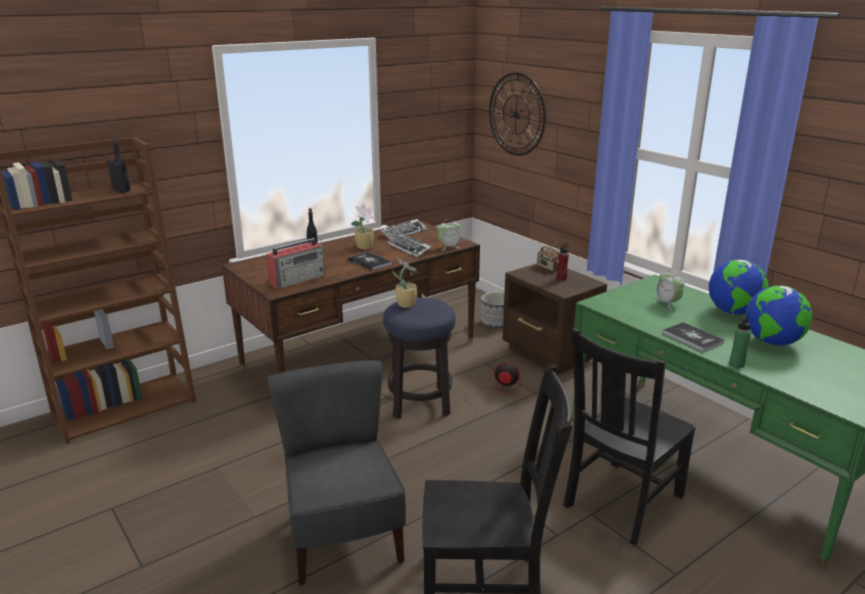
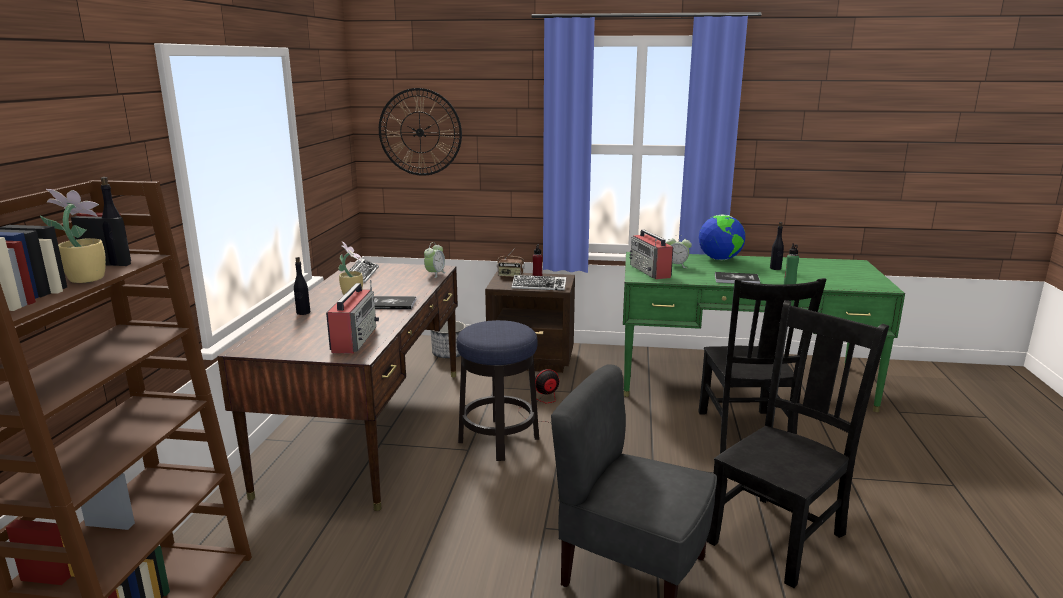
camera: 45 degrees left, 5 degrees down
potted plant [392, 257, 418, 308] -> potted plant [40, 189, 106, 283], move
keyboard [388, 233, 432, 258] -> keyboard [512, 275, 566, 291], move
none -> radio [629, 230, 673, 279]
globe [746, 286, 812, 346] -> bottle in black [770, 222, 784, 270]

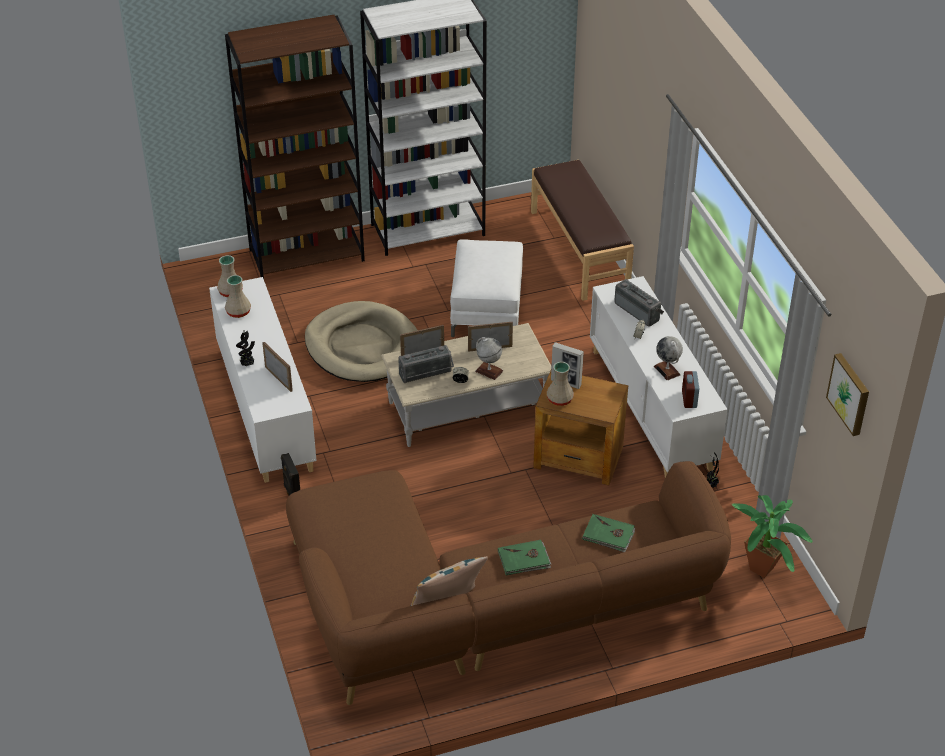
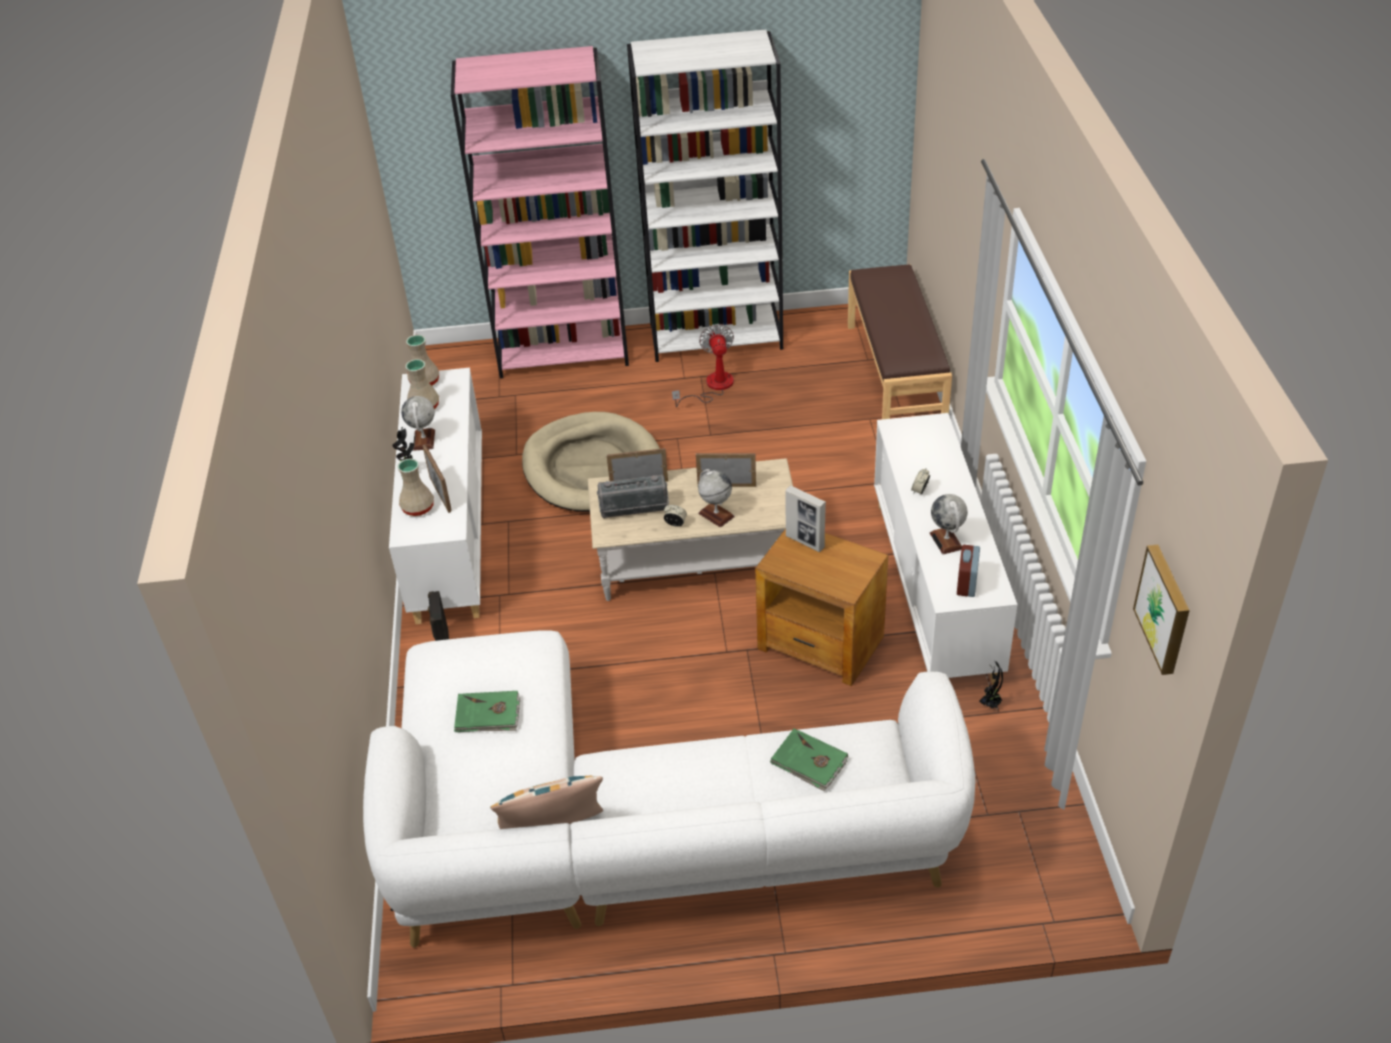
camera: 15 degrees right, 0 degrees up
sofa in brown [286, 461, 731, 705] -> sofa in white [363, 630, 975, 947]
vase in beige [547, 362, 574, 406] -> vase in beige [397, 458, 434, 516], move
none -> globe [401, 396, 435, 451]
bookcase in brown [225, 15, 365, 279] -> bookcase in pink [451, 46, 629, 379]
book in green [498, 540, 551, 575] -> book in green [454, 691, 520, 732], move
none -> fan [672, 324, 734, 407]
ottoman in white [450, 239, 523, 337] -> none
radio [614, 279, 664, 327] -> none
potted plant [731, 495, 813, 578] -> none

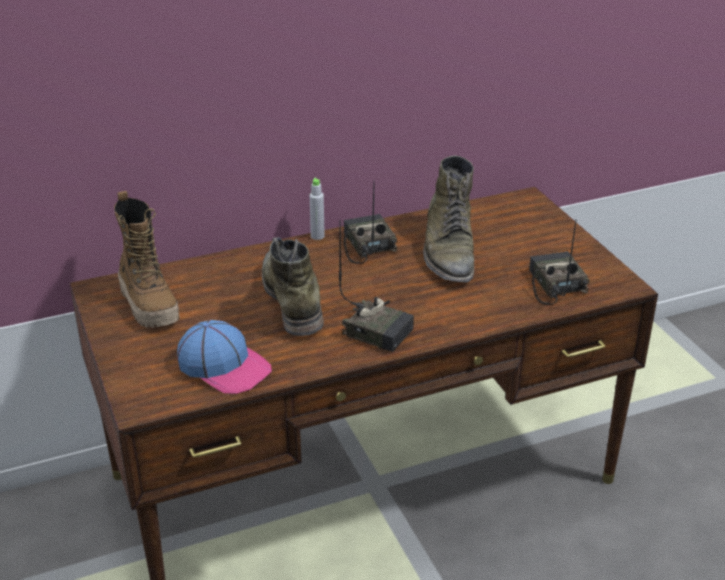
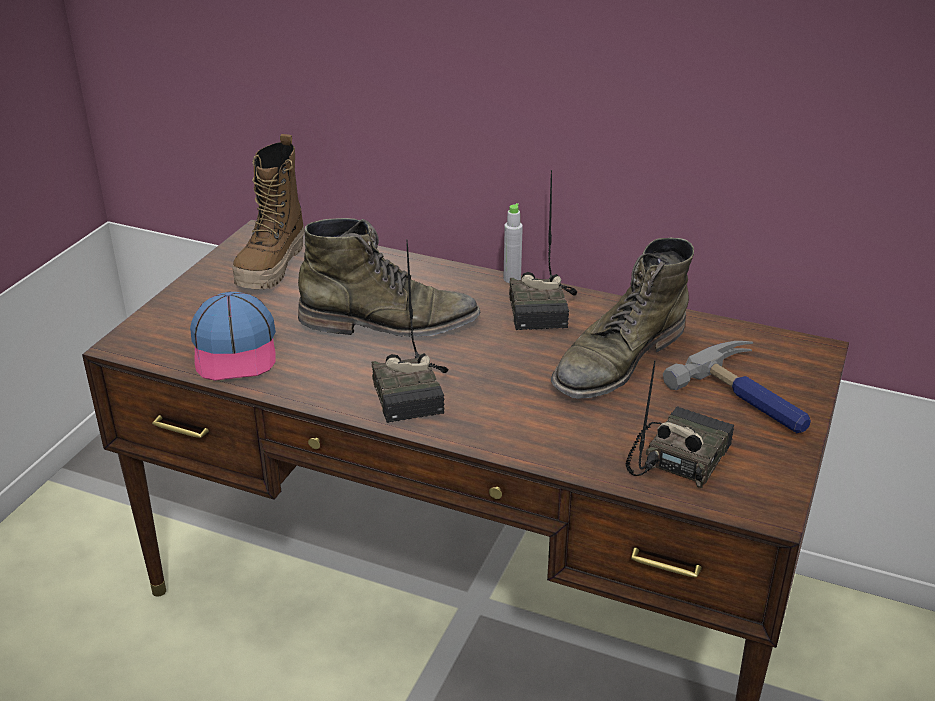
camera: 45 degrees right, 0 degrees up
boot in green [262, 237, 324, 336] -> boot in green [298, 218, 480, 337], 60 degrees clockwise
radio [344, 180, 397, 264] -> radio [509, 170, 577, 330], 150 degrees clockwise
none -> hammer [663, 341, 811, 433]

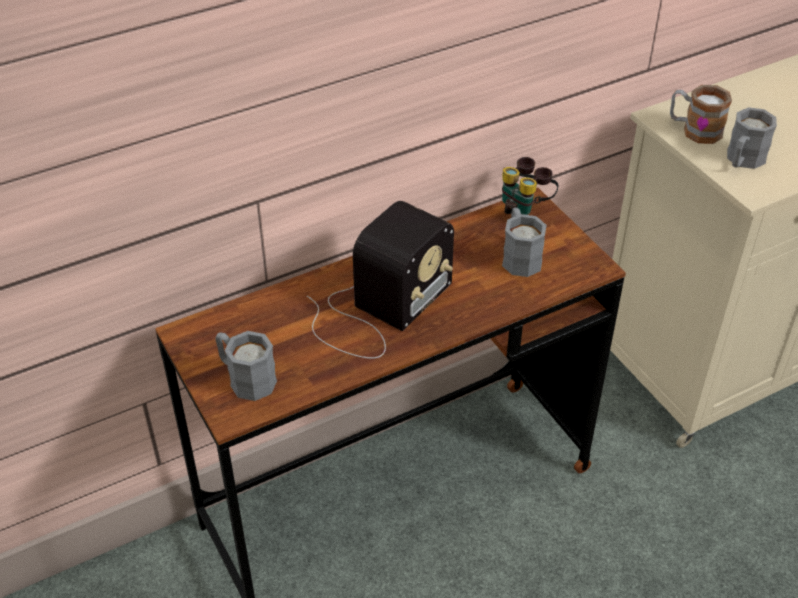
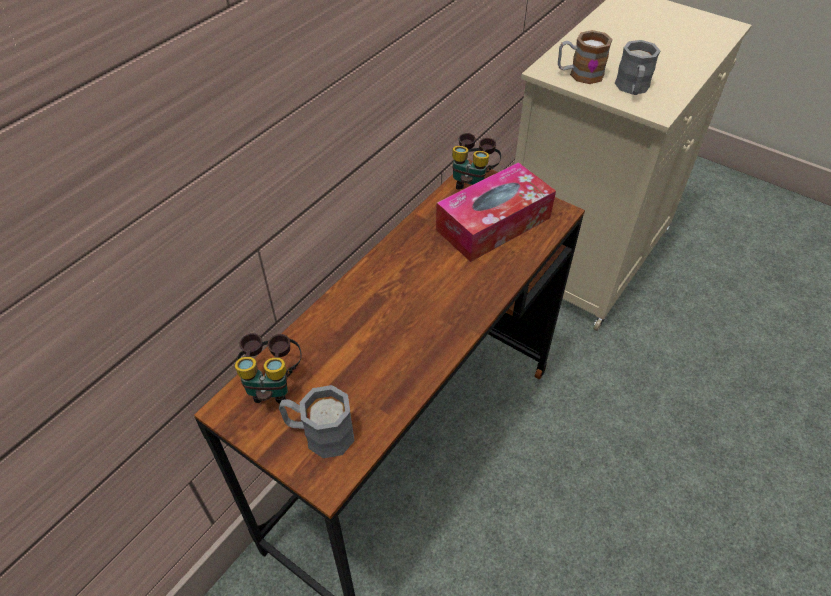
camera: 25 degrees left, 5 degrees up
none -> binoculars [235, 333, 302, 404]
mug in grey [502, 208, 547, 277] -> tissue box [436, 162, 556, 262]
radio [307, 201, 454, 359] -> none

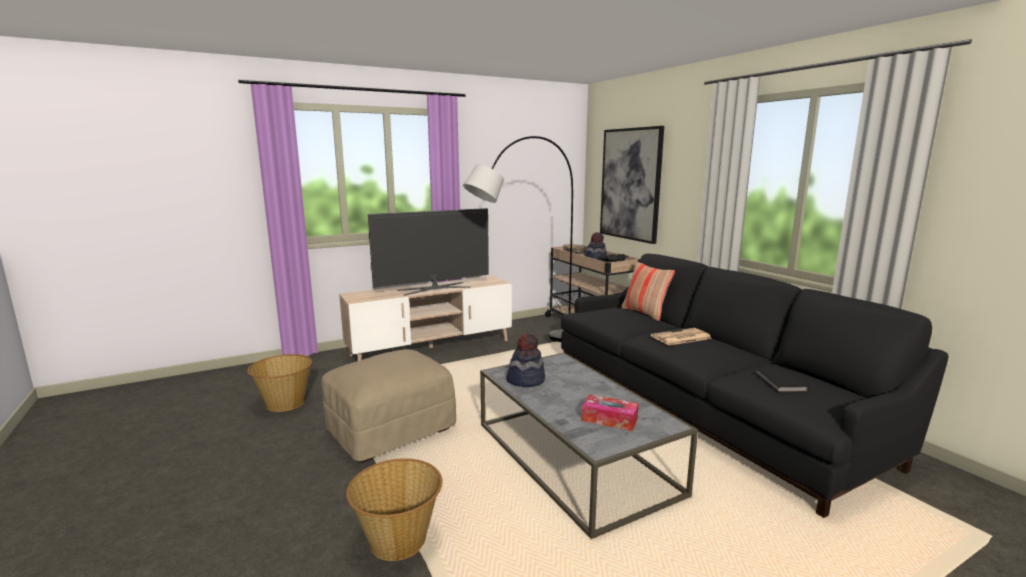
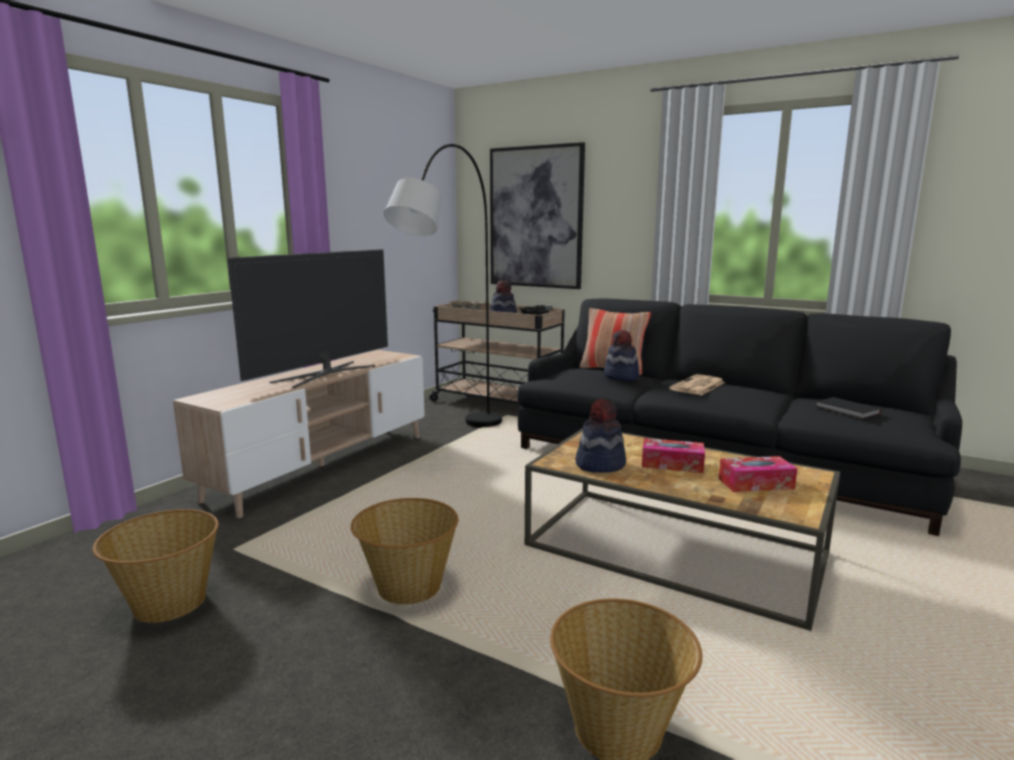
camera: 30 degrees left, 0 degrees up
ottoman in beige [321, 349, 456, 462] -> basket [351, 498, 458, 604]
coffee table in grey [480, 353, 698, 539] -> coffee table in brown [525, 428, 840, 631]
none -> hat [604, 330, 639, 381]
none -> tissue box [642, 438, 705, 473]

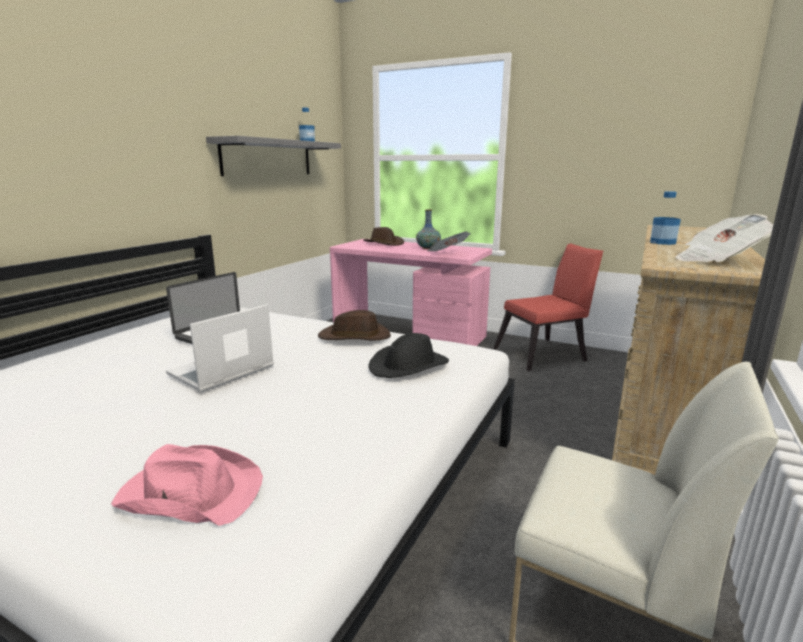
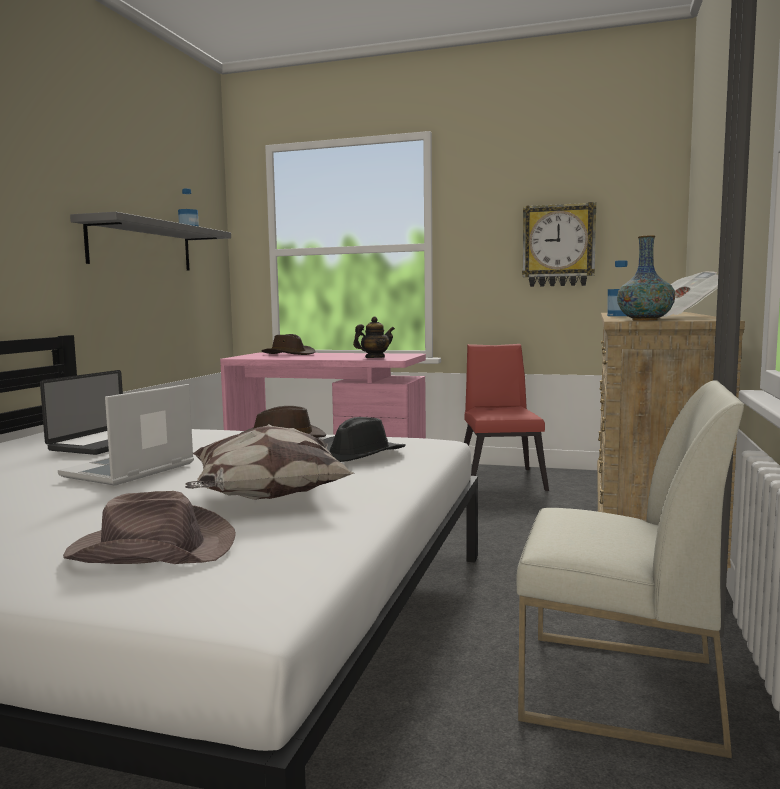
camera: 10 degrees left, 10 degrees down
hat in pink [111, 444, 263, 526] -> hat in brown [63, 491, 236, 564]
none -> pillow [185, 424, 356, 500]
newspaper [427, 231, 470, 252] -> teapot [353, 317, 395, 358]
chair in red [493, 244, 603, 371] -> chair in red [464, 344, 549, 491], 60 degrees counterclockwise
none -> wall clock [522, 202, 596, 287]
vase [416, 210, 441, 249] -> vase [617, 235, 675, 321], move

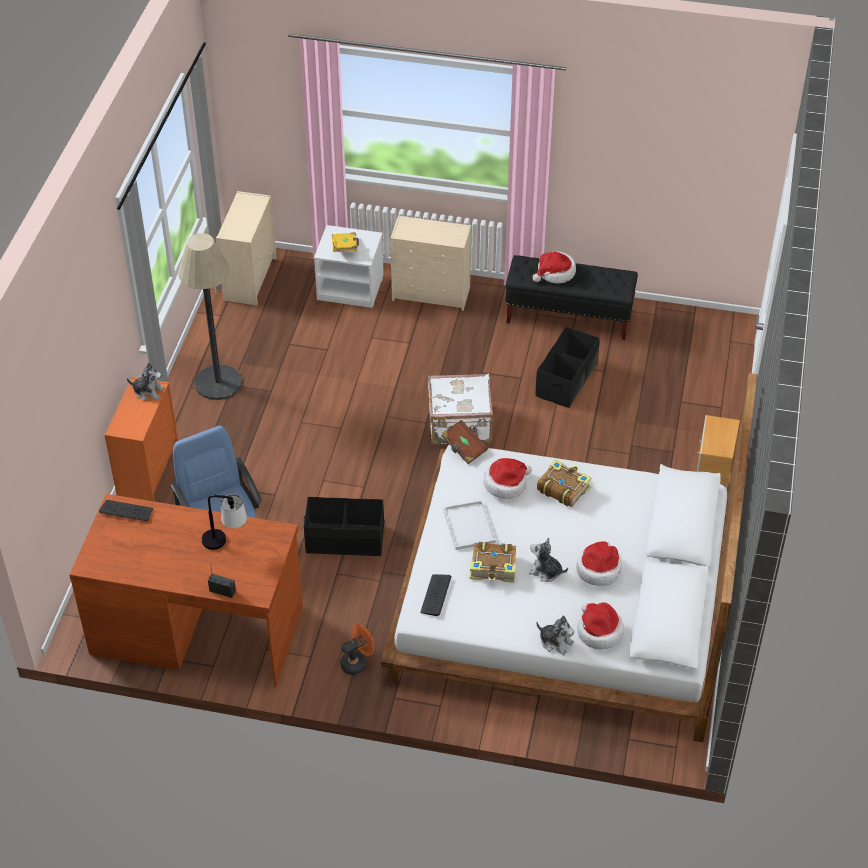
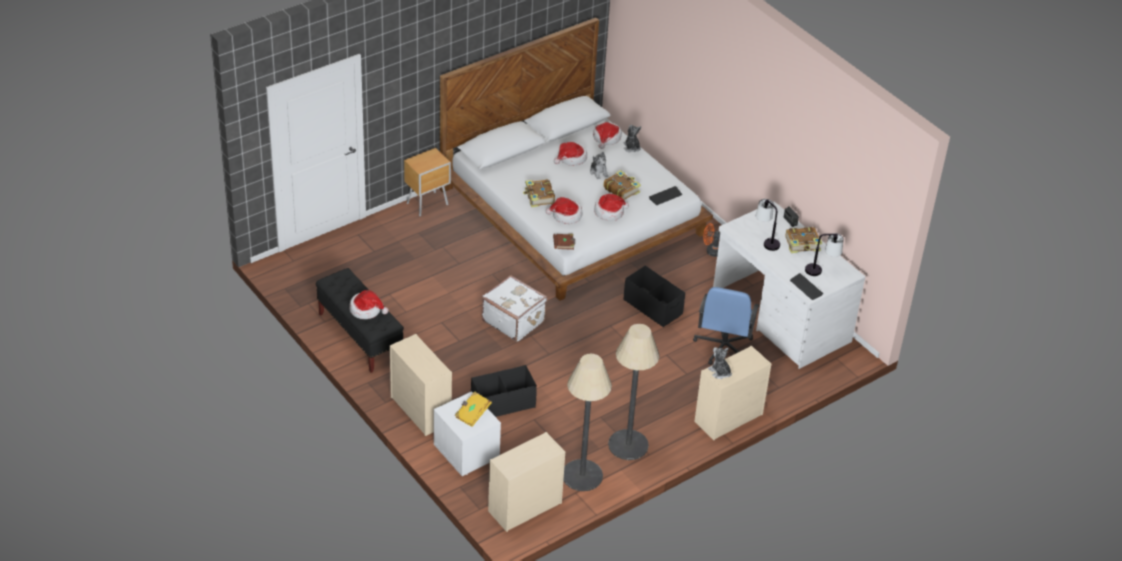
camera: 140 degrees left, 5 degrees down
storage box in black [535, 327, 600, 408] -> storage box in black [471, 365, 537, 417], move
none -> floor lamp [563, 354, 612, 491]
tray in white [443, 500, 496, 550] -> hat [594, 194, 629, 221]
dresser in orange [104, 377, 178, 502] -> dresser in beige [694, 346, 771, 440]
desk in brown [69, 494, 303, 687] -> desk in white [713, 202, 866, 369]
none -> book [785, 227, 822, 253]
none -> table lamp [805, 233, 843, 276]

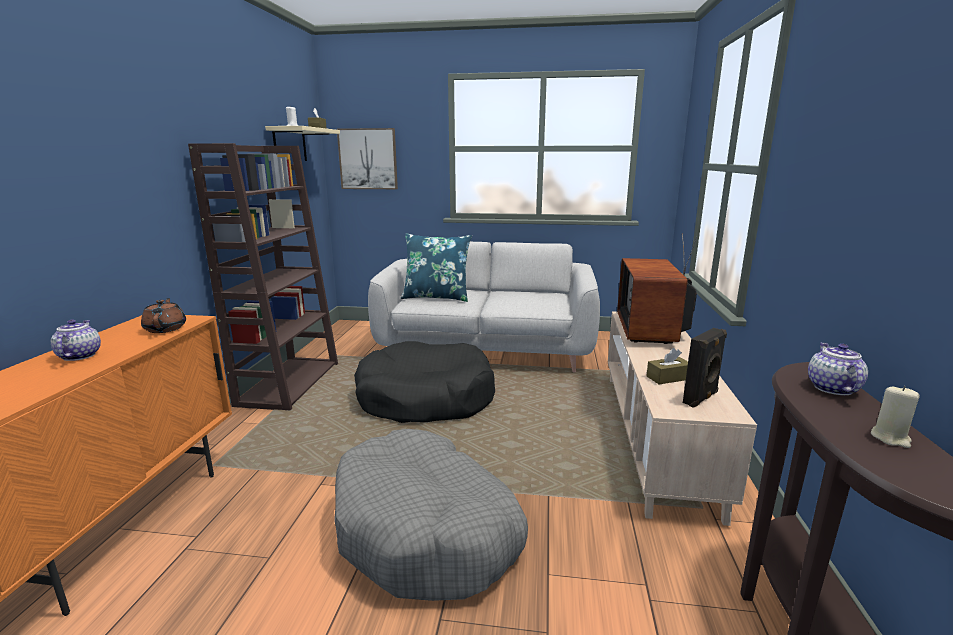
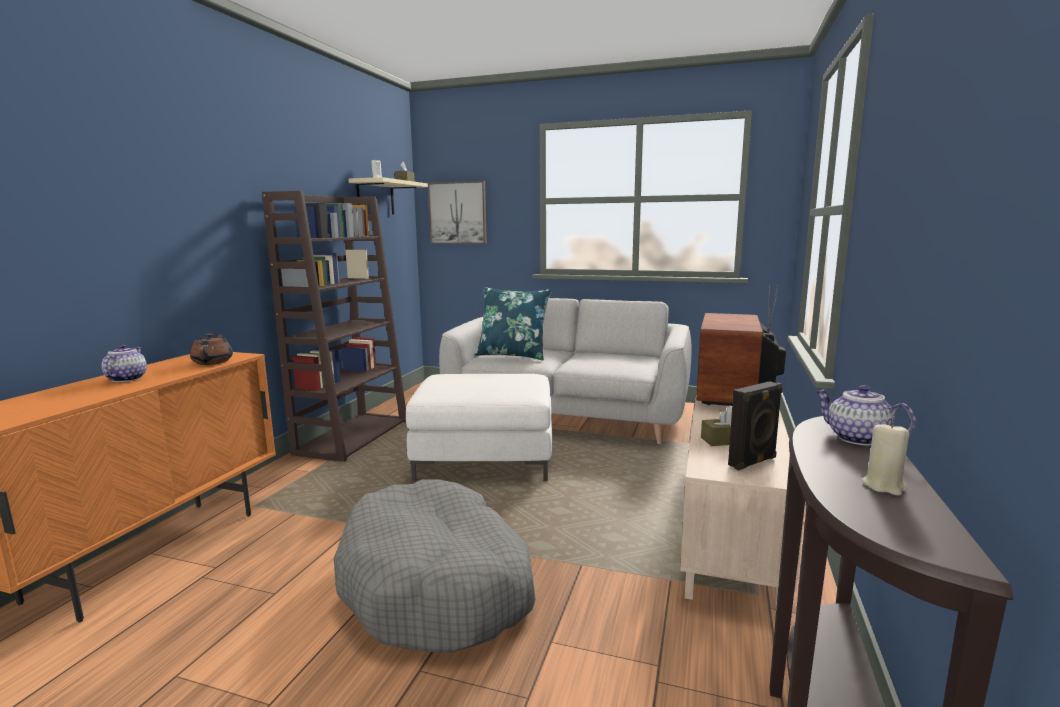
camera: 10 degrees right, 5 degrees down
dog bed in black [354, 341, 495, 423] -> ottoman in white [406, 374, 552, 482]
teapot [808, 342, 868, 395] -> teapot [815, 385, 916, 445], 60 degrees counterclockwise

